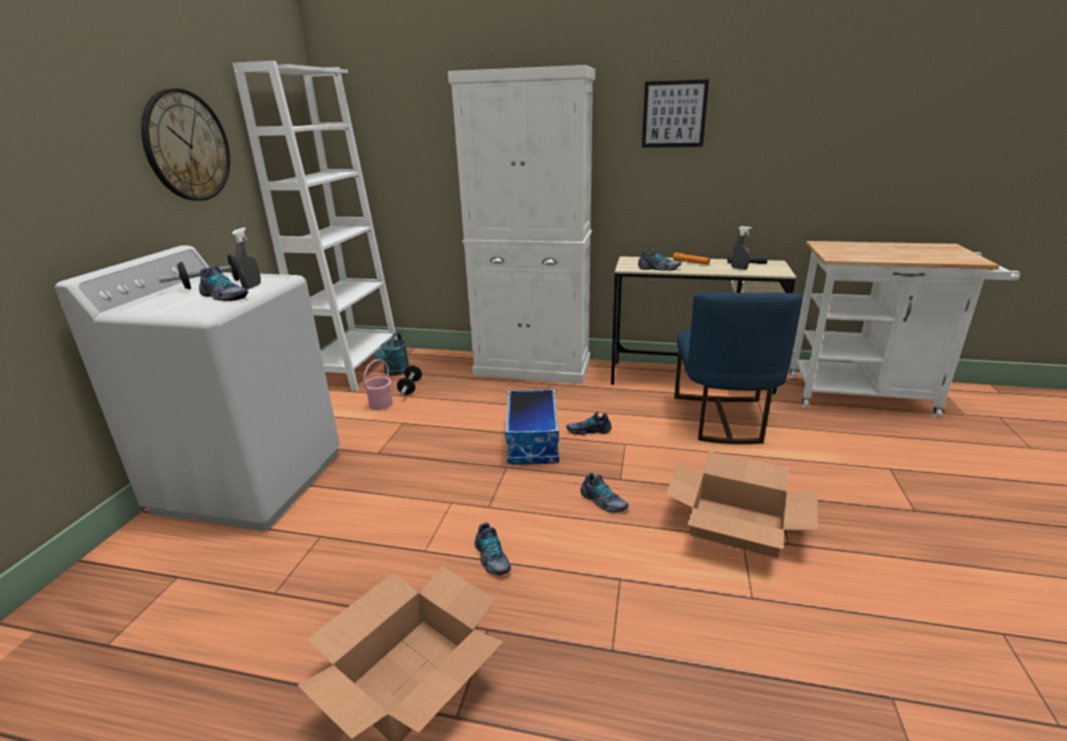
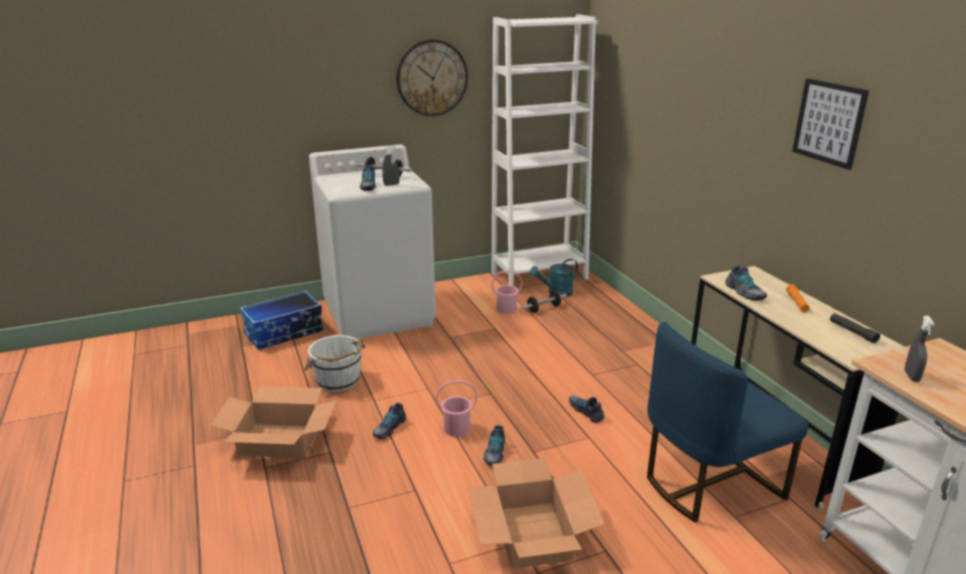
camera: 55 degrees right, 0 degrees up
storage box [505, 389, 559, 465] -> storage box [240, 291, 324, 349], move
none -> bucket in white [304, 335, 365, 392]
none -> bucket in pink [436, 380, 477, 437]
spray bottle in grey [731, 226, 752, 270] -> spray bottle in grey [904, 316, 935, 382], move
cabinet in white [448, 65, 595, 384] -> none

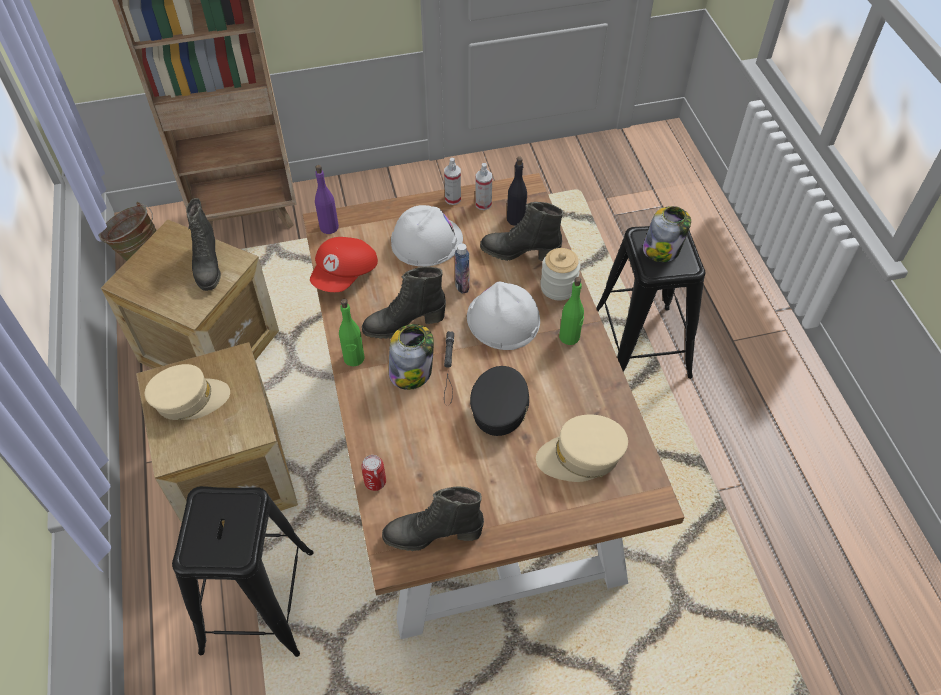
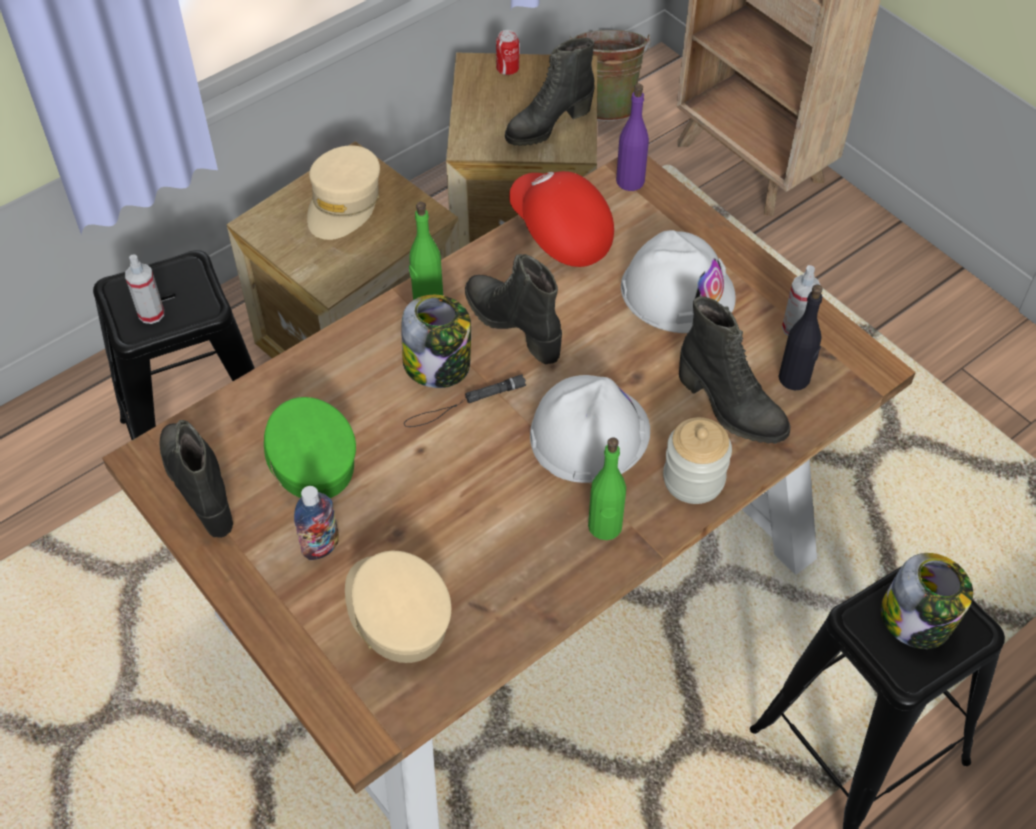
camera: 65 degrees right, 0 degrees up
spray bottle [444, 158, 461, 205] -> spray bottle [125, 254, 164, 324], move
none -> cap in green [264, 397, 356, 498]
bottle [455, 243, 469, 294] -> bottle [294, 486, 339, 560], move
cap in beige [145, 364, 230, 420] -> cap in beige [307, 145, 380, 240], 60 degrees clockwise
can [361, 455, 386, 491] -> can [496, 30, 519, 75], move
cap in red [310, 237, 378, 292] -> cap in red [509, 171, 614, 267], 45 degrees clockwise
boot in black [480, 202, 563, 261] -> boot in black [679, 296, 790, 444], 150 degrees clockwise
cap in black [470, 366, 529, 436] -> none

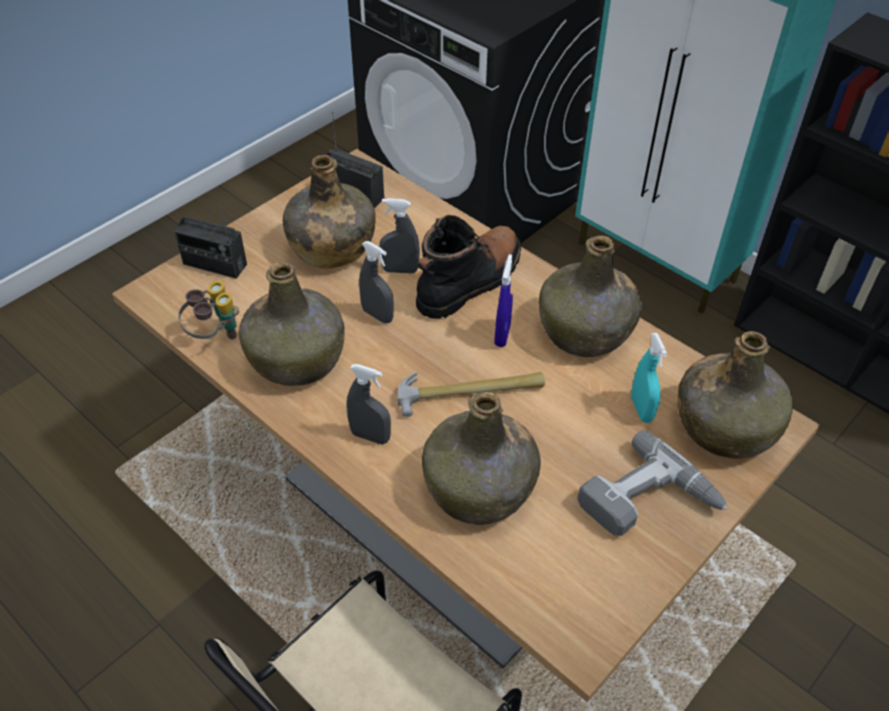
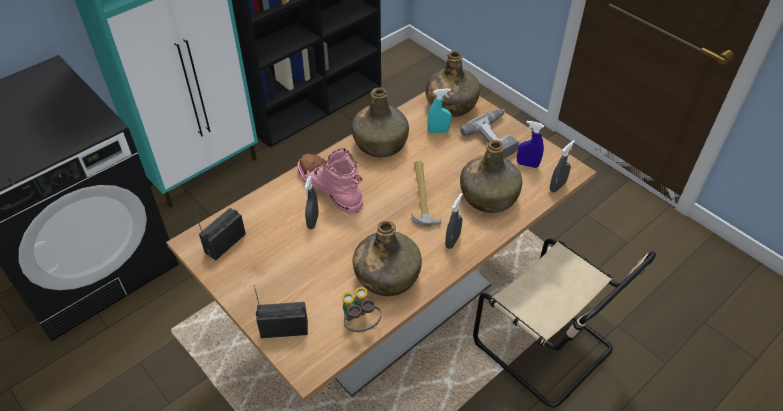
camera: 85 degrees left, 0 degrees up
radio [174, 203, 247, 279] -> radio [254, 285, 308, 338], 120 degrees counterclockwise
boot in black [416, 215, 521, 319] -> boot in pink [297, 148, 363, 214]
spray bottle in blue [494, 254, 513, 347] -> spray bottle in blue [517, 121, 544, 168], move
spray bottle in grey [359, 241, 394, 323] -> spray bottle in grey [550, 140, 575, 193], move
bottle in green [283, 155, 376, 268] -> none

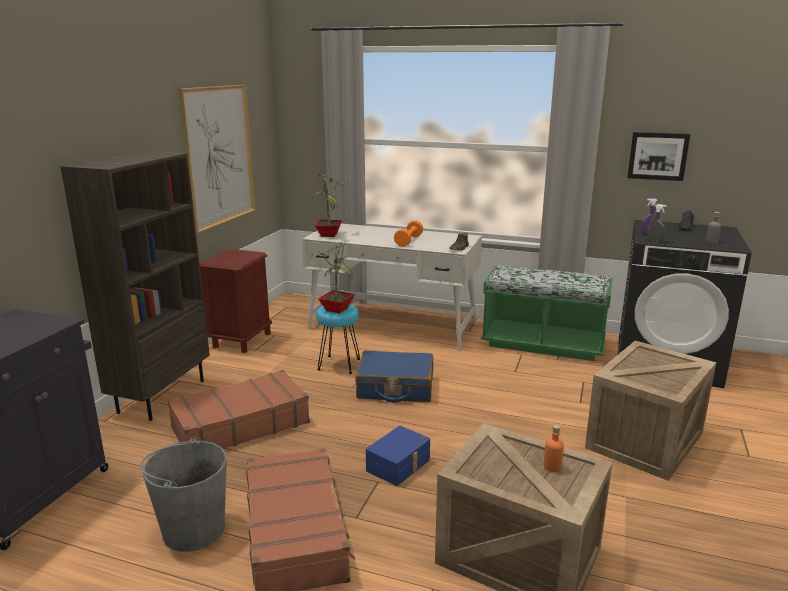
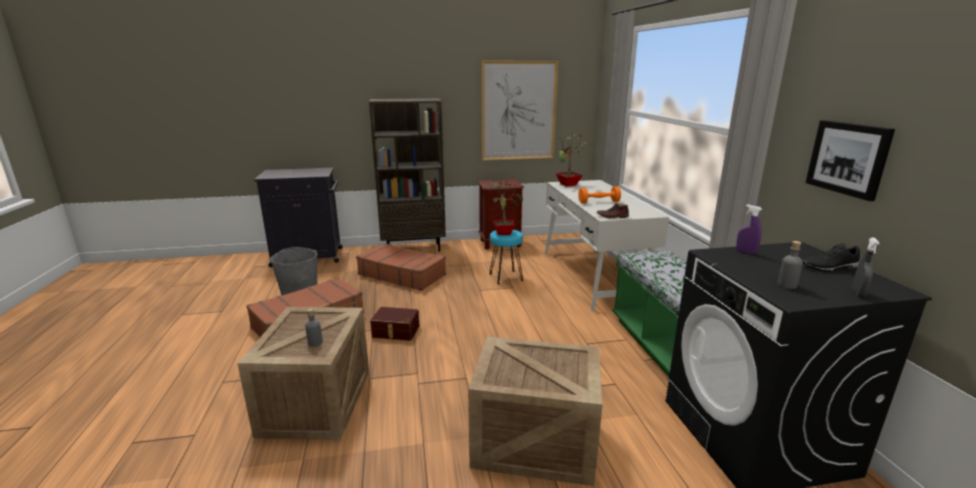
camera: 60 degrees right, 0 degrees up
bottle in orange [544, 424, 564, 472] -> bottle in grey [305, 309, 323, 347]
storage box in blue [366, 426, 430, 486] -> storage box in brown [370, 307, 419, 341]
spray bottle in grey [648, 204, 666, 242] -> spray bottle in grey [852, 238, 880, 297], move
suitcase in blue [355, 351, 433, 403] -> none

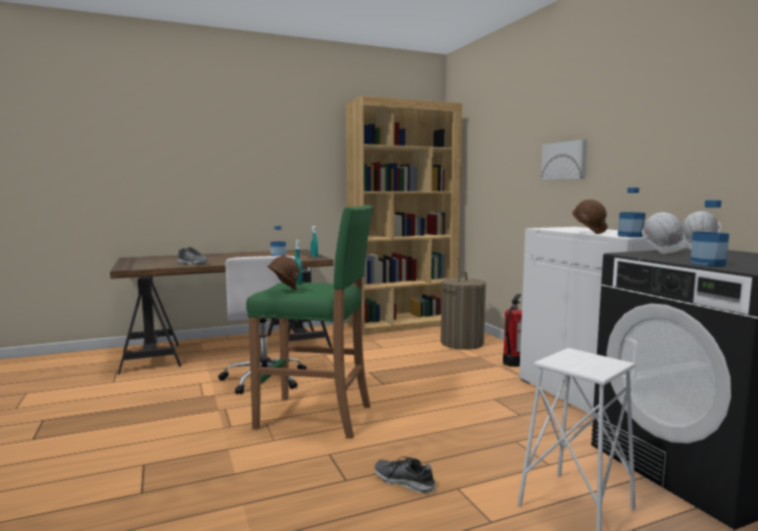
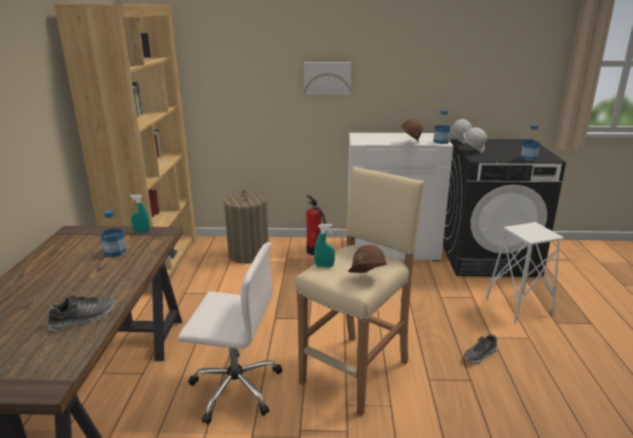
camera: 65 degrees left, 15 degrees up
stool in green [246, 205, 374, 439] -> stool in beige [295, 167, 426, 416]

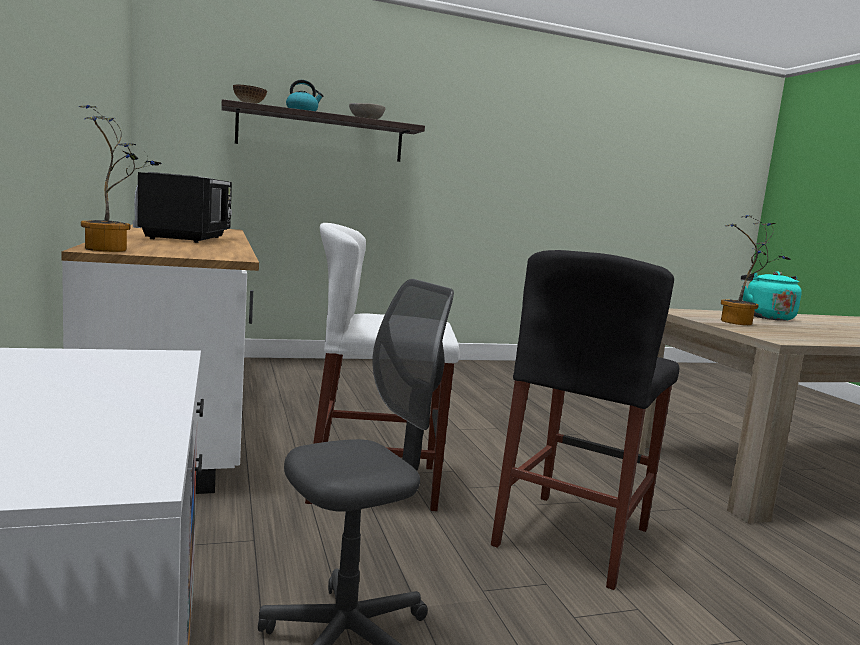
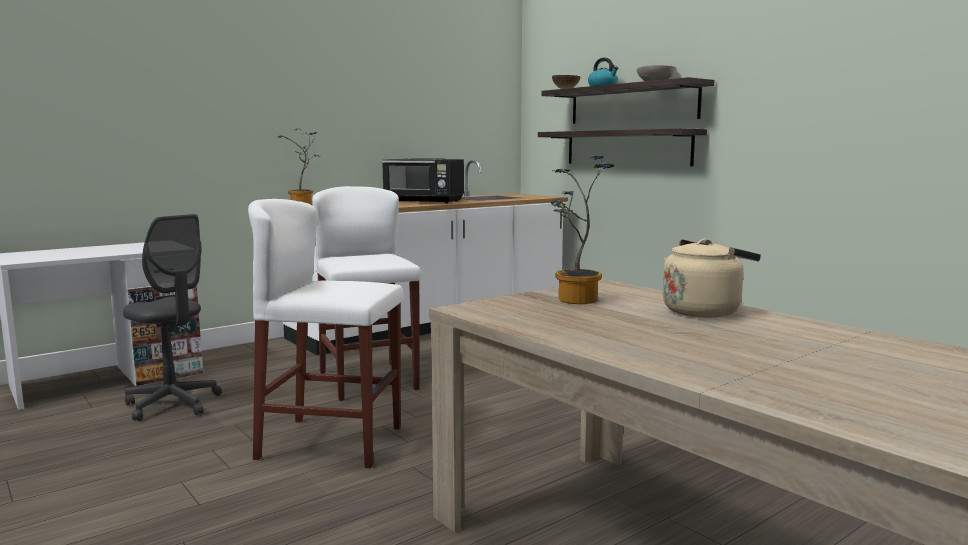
camera: 70 degrees right, 0 degrees up
stool in black [491, 250, 679, 590] -> stool in white [248, 199, 403, 468]
microwave in black [137, 172, 232, 243] -> microwave in black [382, 158, 464, 204], 45 degrees clockwise
none -> shelf [538, 128, 707, 166]
kettle in turquoise [741, 271, 802, 321] -> kettle in beige [663, 239, 761, 317]

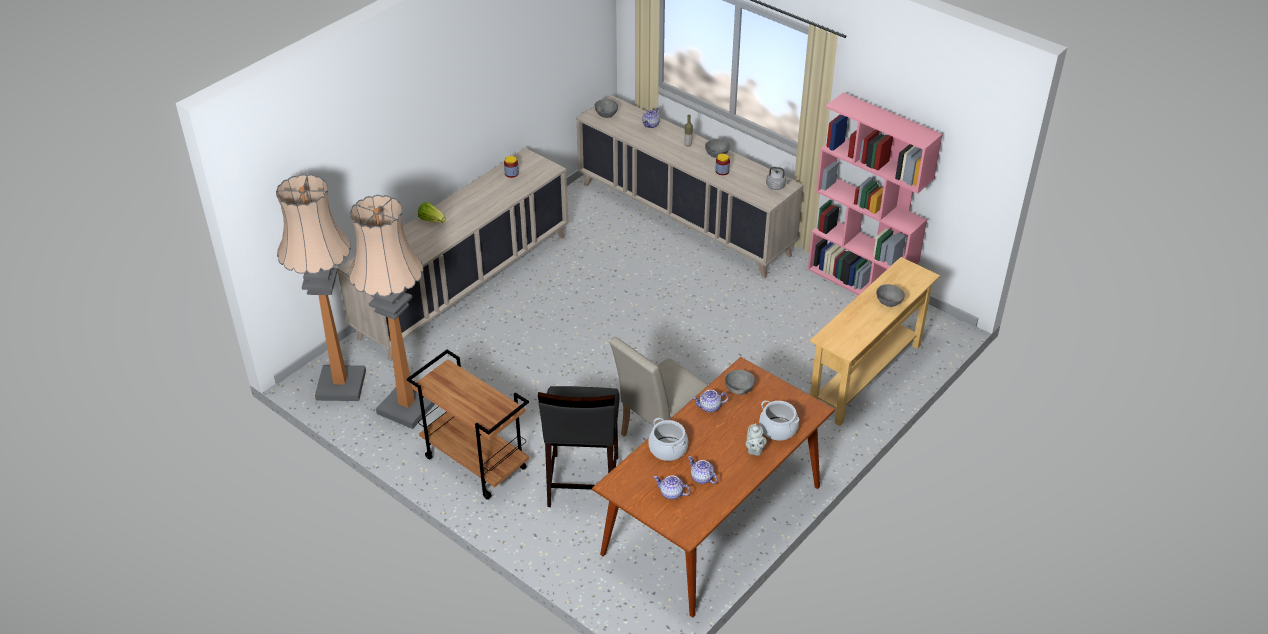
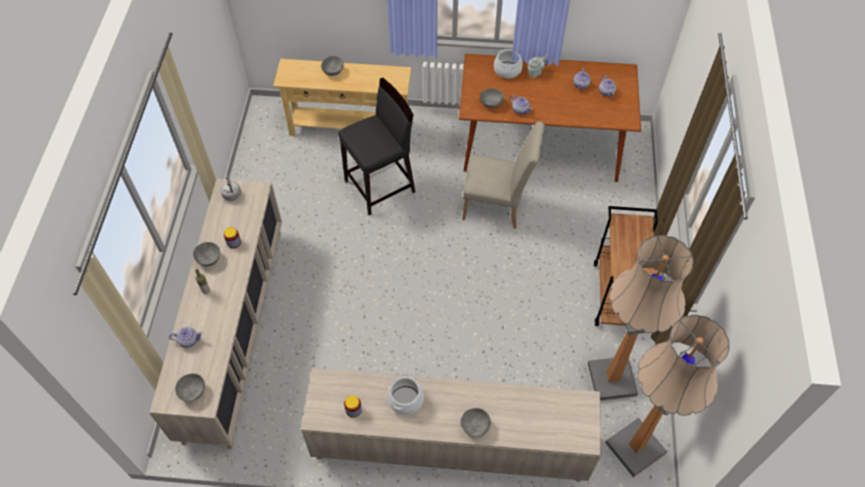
camera: 125 degrees left, 15 degrees up
stool in black [538, 386, 620, 507] -> stool in black [338, 78, 415, 215], move
cooking pot [648, 418, 688, 461] -> cooking pot [387, 372, 424, 415], move
lettuce [418, 202, 446, 223] -> bowl in grey [461, 408, 491, 437]
bookcase in pink [807, 92, 943, 295] -> none

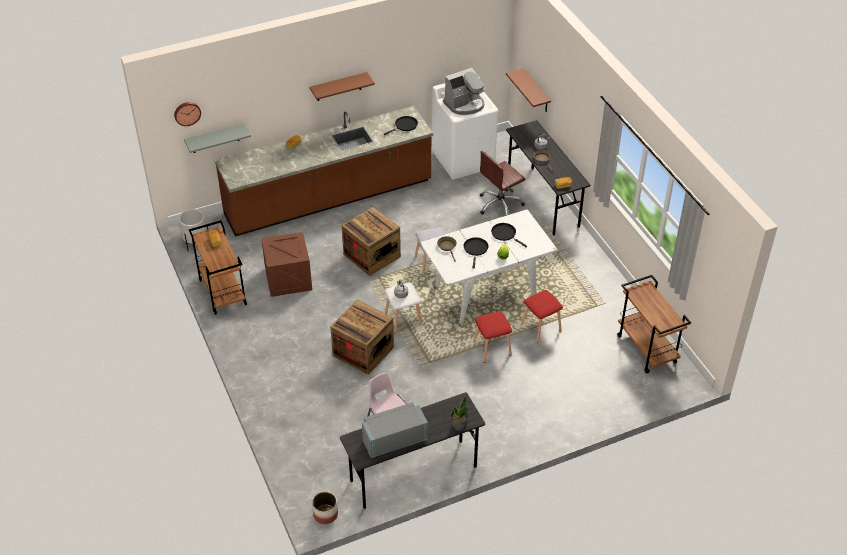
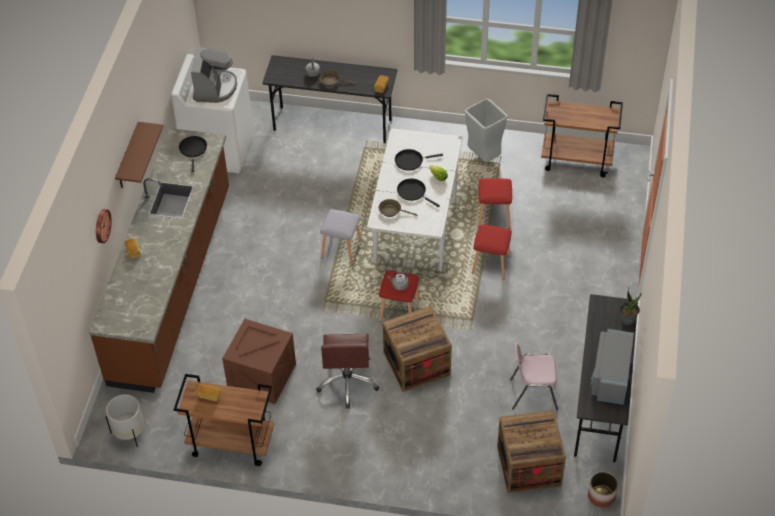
camera: 55 degrees left, 5 degrees up
wall clock [174, 102, 201, 126] -> wall clock [96, 209, 112, 243], move
office chair in brown [480, 151, 525, 216] -> office chair in brown [316, 334, 379, 409], move
stool in white [385, 283, 422, 333] -> stool in red [379, 270, 420, 322]
none -> trash can in grey [465, 99, 508, 162]
crate [342, 207, 401, 276] -> crate [497, 410, 566, 493], move
shelf in grey [184, 124, 251, 153] -> none
shelf in brown [506, 68, 551, 112] -> none

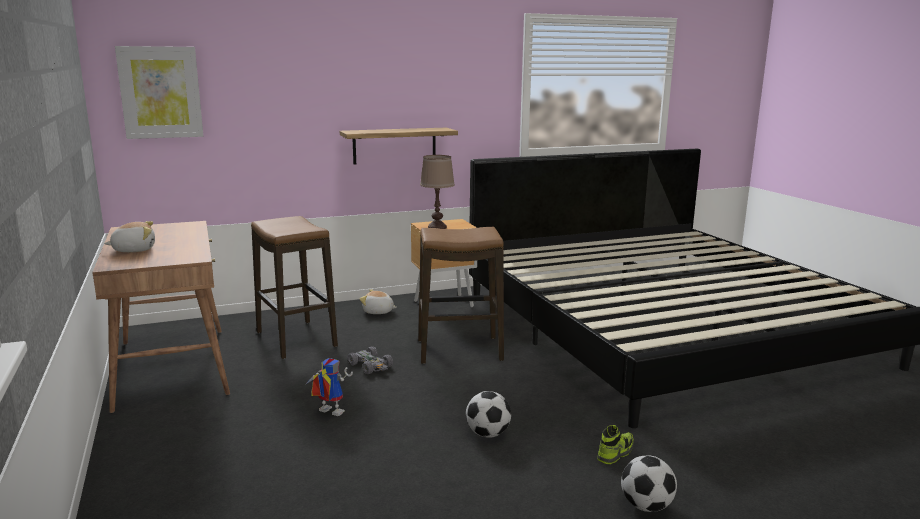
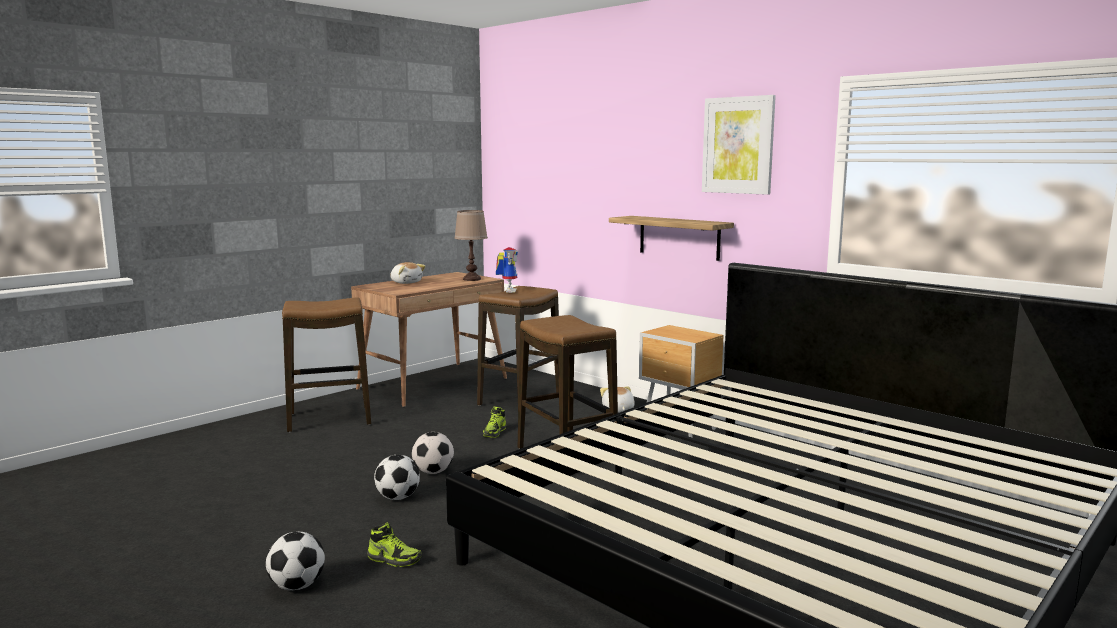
camera: 65 degrees right, 5 degrees down
none -> stool [282, 298, 371, 432]
none -> football [412, 432, 454, 474]
table lamp in brown [420, 155, 455, 229] -> table lamp in brown [454, 210, 488, 281], move
toy car in grey [348, 346, 393, 374] -> shoe [483, 407, 506, 438]
toy robot [305, 358, 353, 416] -> toy robot [496, 247, 518, 293], move
picture [115, 46, 203, 139] -> picture [702, 95, 776, 195], move

